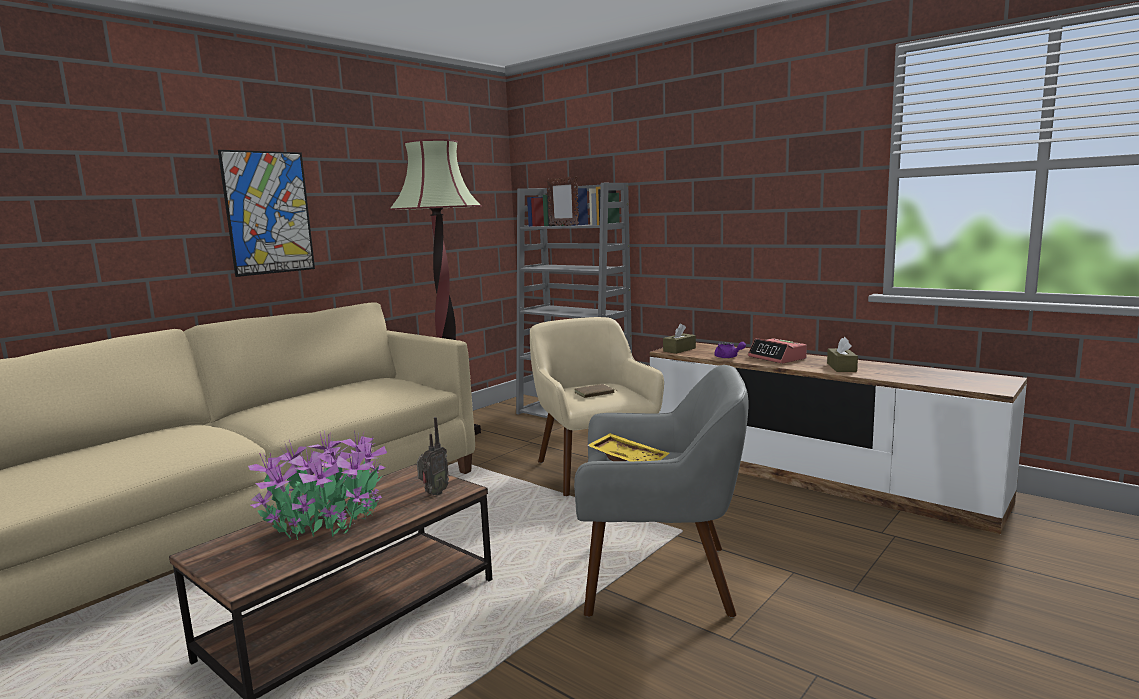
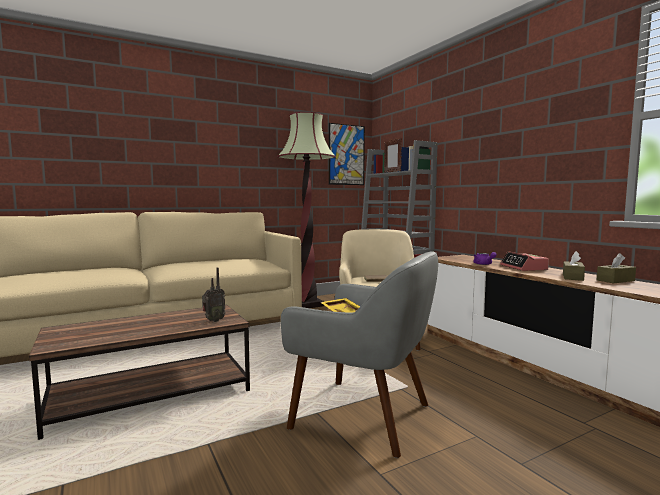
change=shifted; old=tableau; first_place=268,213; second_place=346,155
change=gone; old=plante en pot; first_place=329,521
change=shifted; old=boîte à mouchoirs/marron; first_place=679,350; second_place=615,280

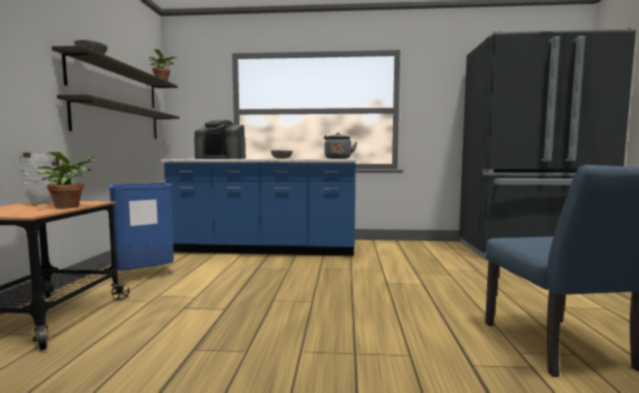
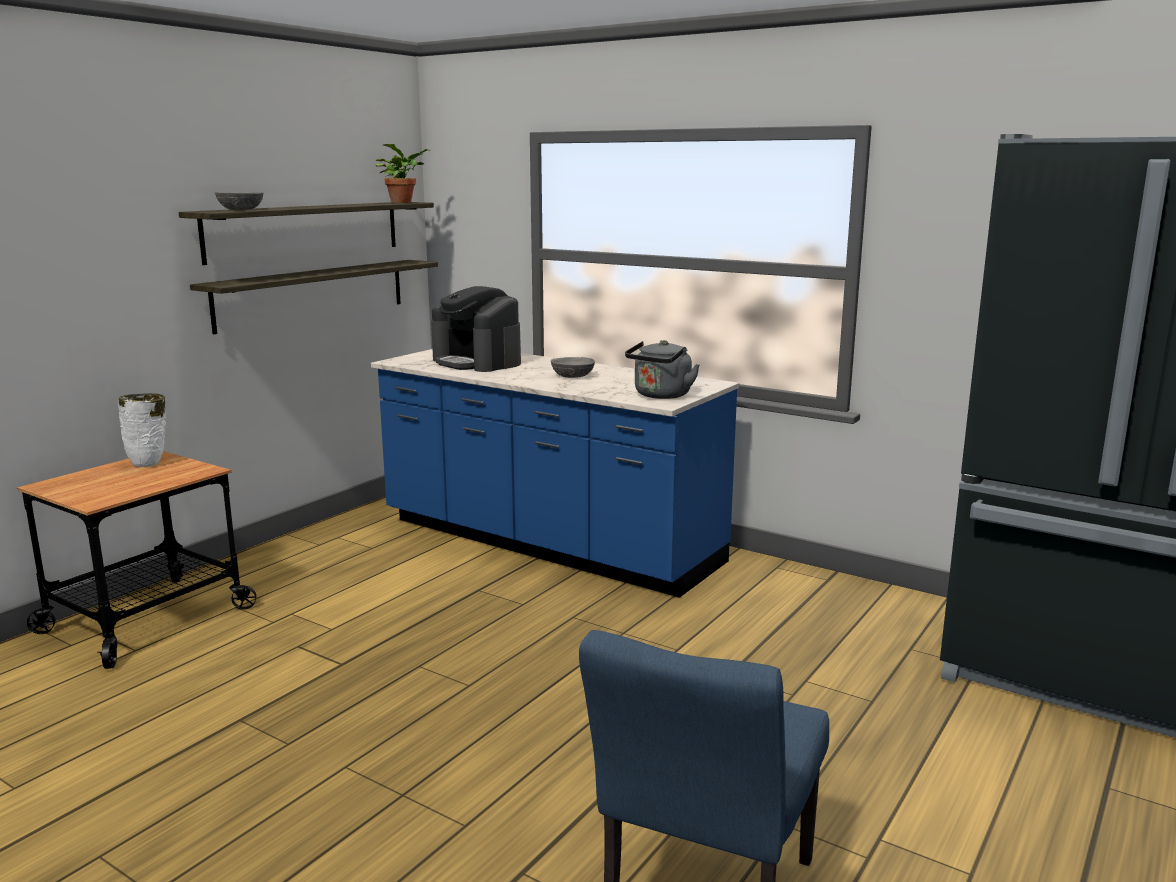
change=gone; old=plante en pot; first_place=69,206
change=gone; old=poubelle/bleu; first_place=145,274

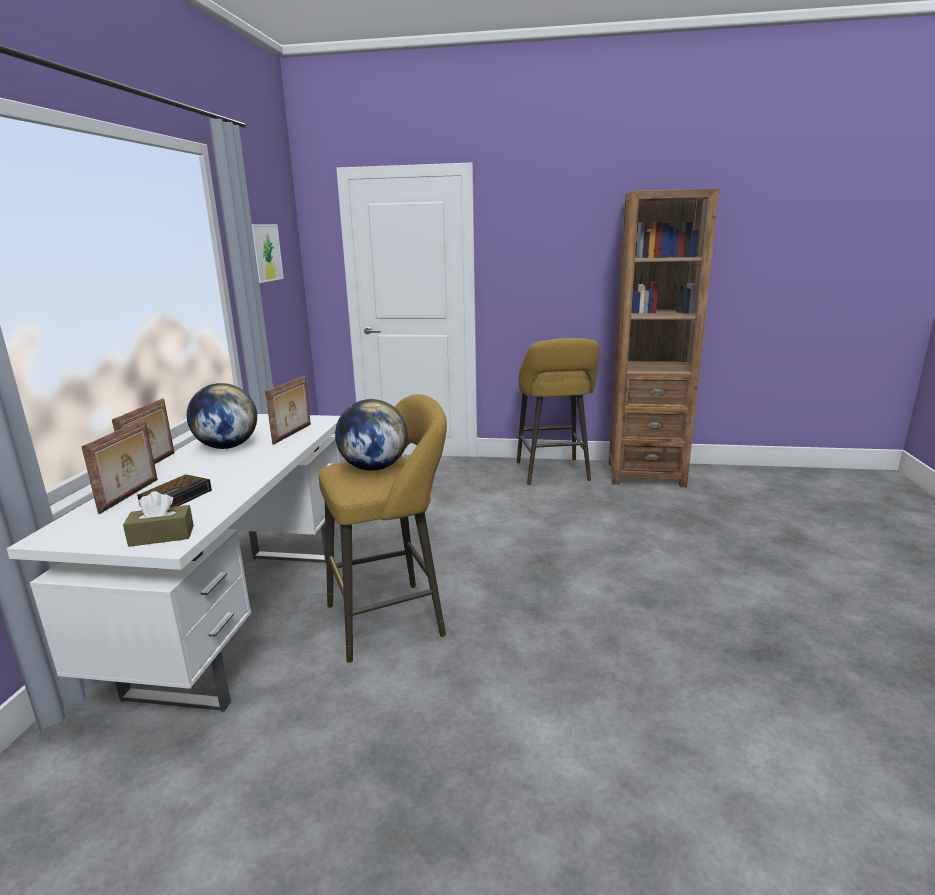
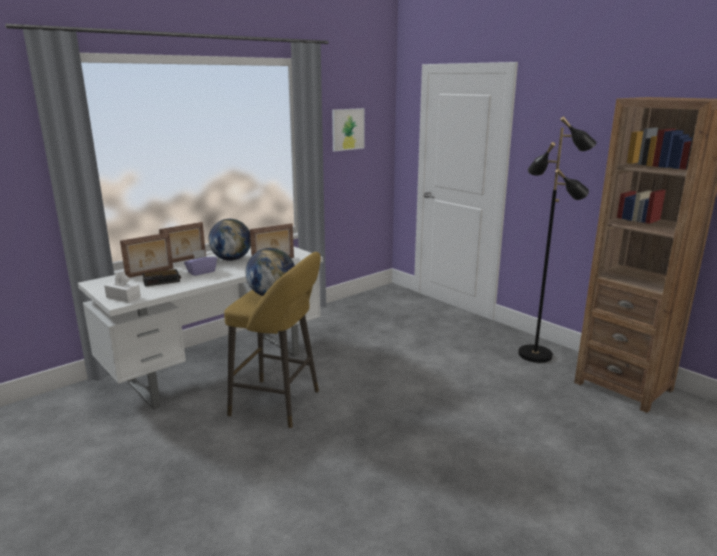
change=repainted; old=boîte à mouchoirs/marron; new=boîte à mouchoirs/blanc; first_place=161,536; second_place=123,297
change=swapped; old=tabouret/jaune; new=lampadaire/noir; first_place=553,473; second_place=535,354
change=new; new=boîte à mouchoirs/violet; second_place=201,272

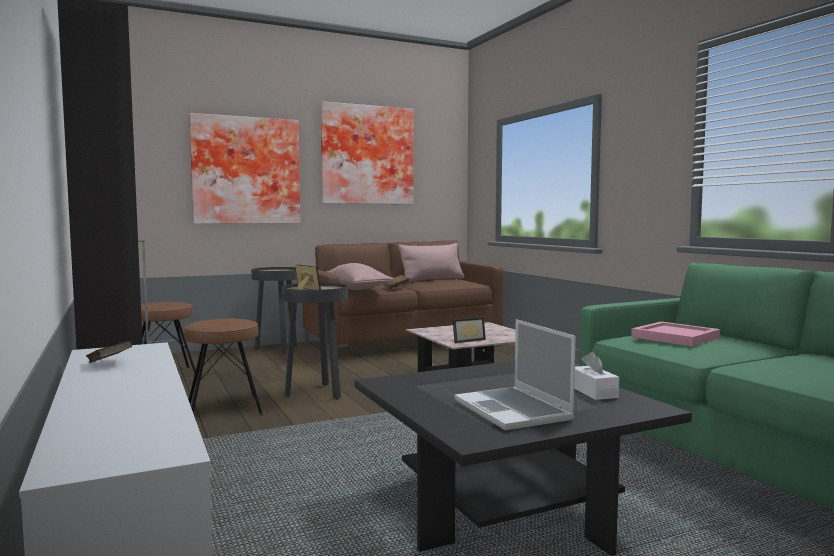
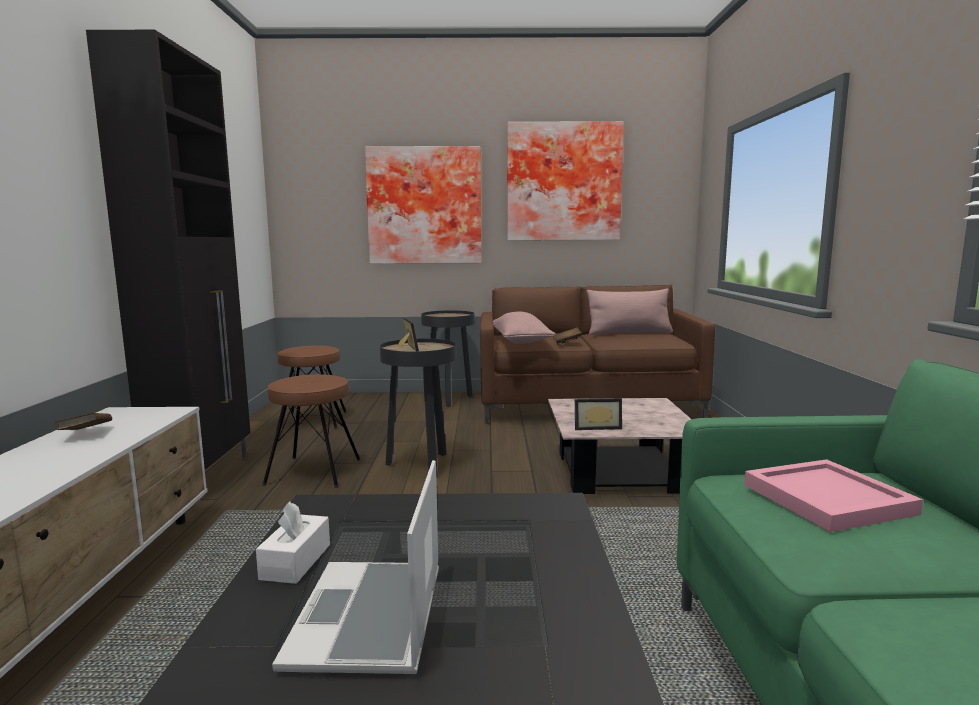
change=shifted; old=boîte à mouchoirs/blanc; first_place=593,392; second_place=296,561

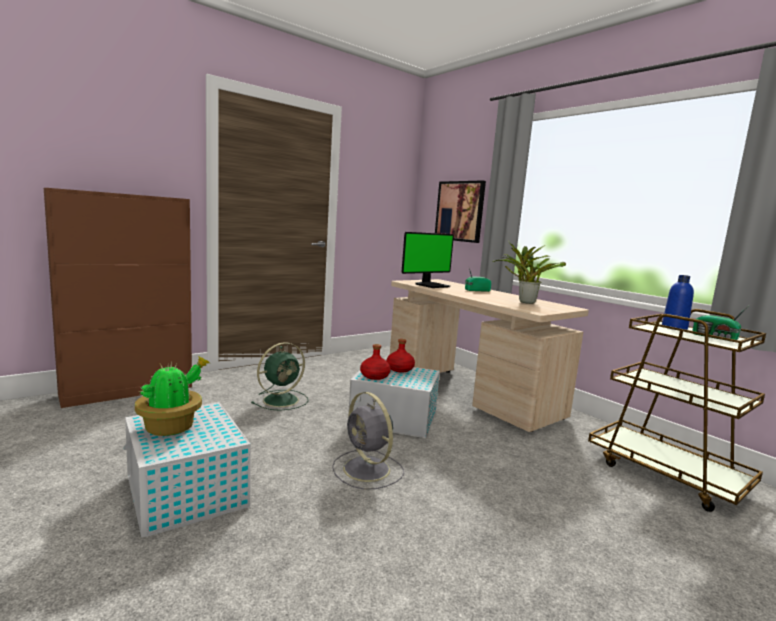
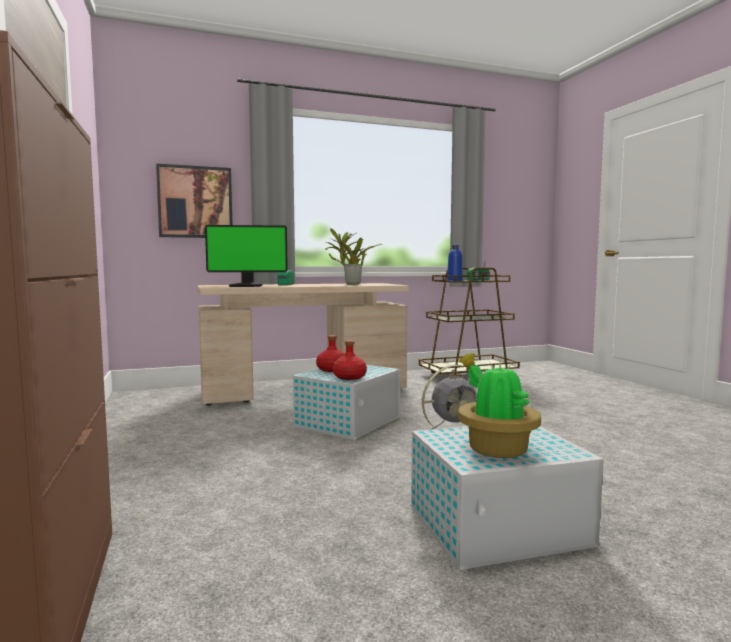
change=gone; old=ventilateur/vert; first_place=282,400
change=rotated; old=écran d'ordinateur; first_place=431,285; second_place=247,286; degrees=105

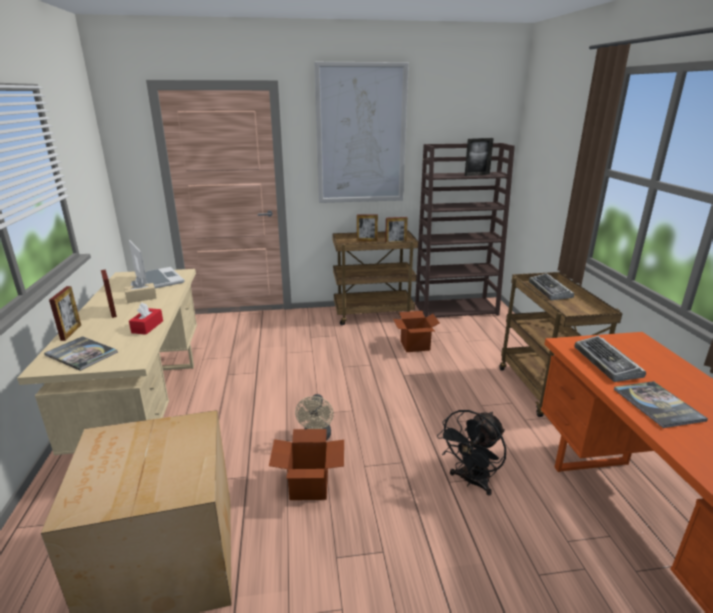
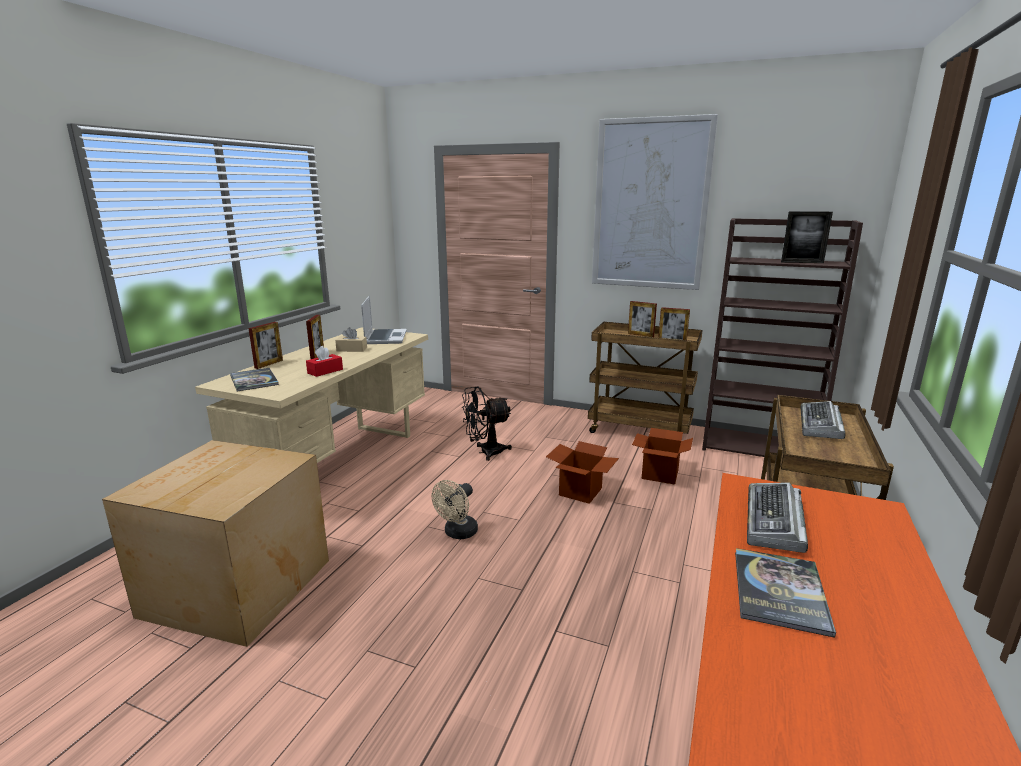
change=shifted; old=carton; first_place=309,485; second_place=580,491
change=shifted; old=ventilateur/noir; first_place=471,481; second_place=485,452

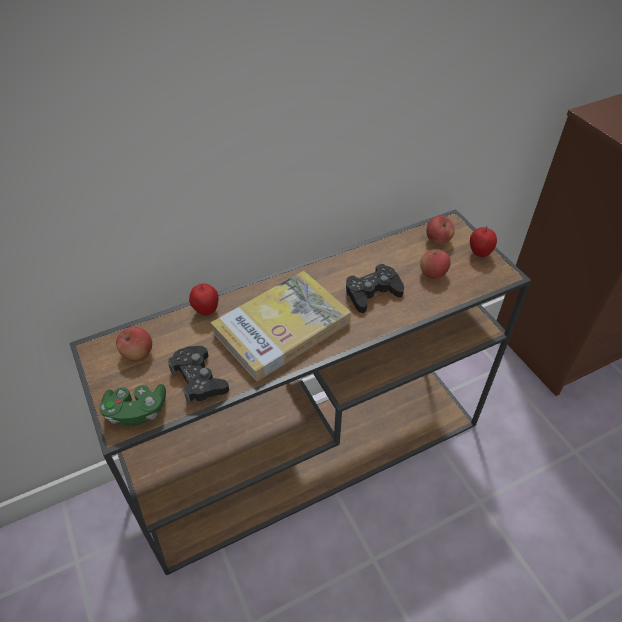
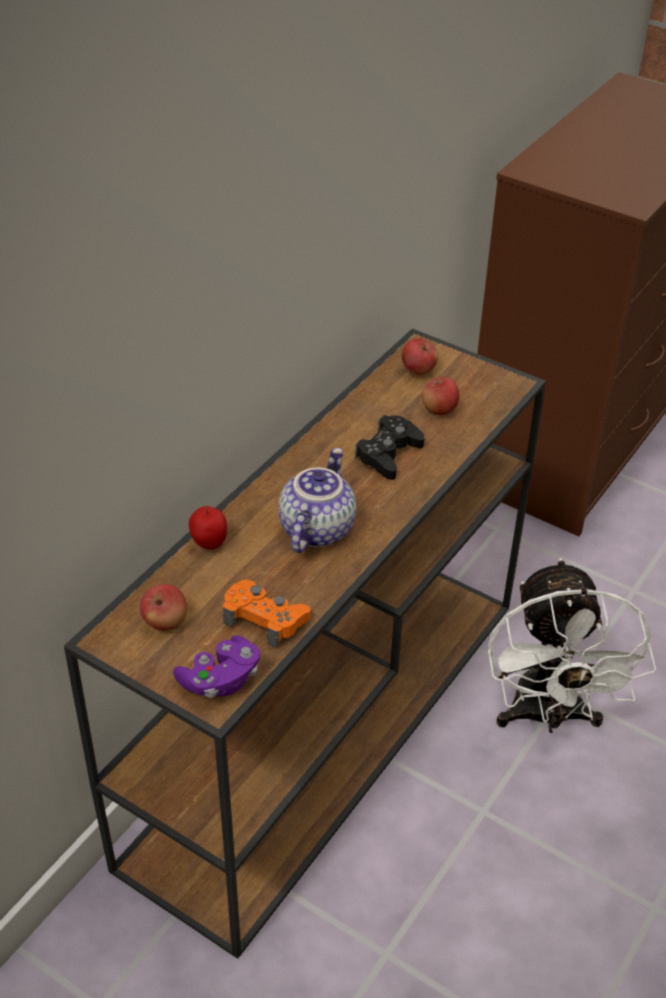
change=repainted; old=manette/vert; new=manette/violet; first_place=136,411; second_place=220,680
change=repainted; old=manette/noir; new=manette/orange; first_place=199,379; second_place=265,618
change=swapped; old=livre; new=théière; first_place=281,327; second_place=315,528
change=gone; old=pomme; first_place=479,253
change=new; new=ventilateur/blanc; second_place=547,717

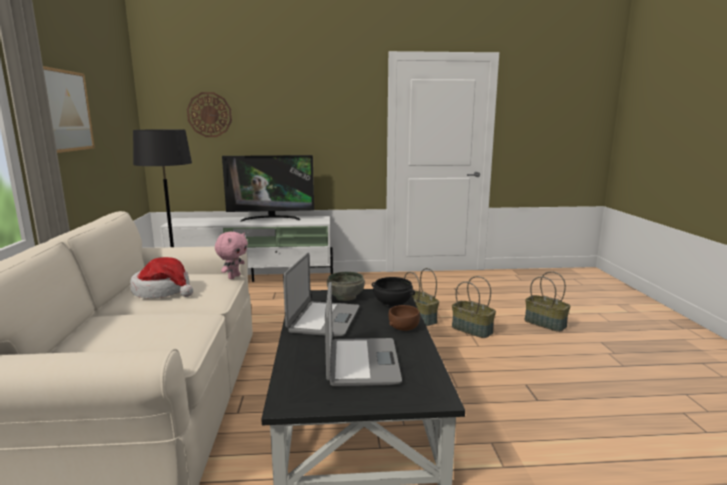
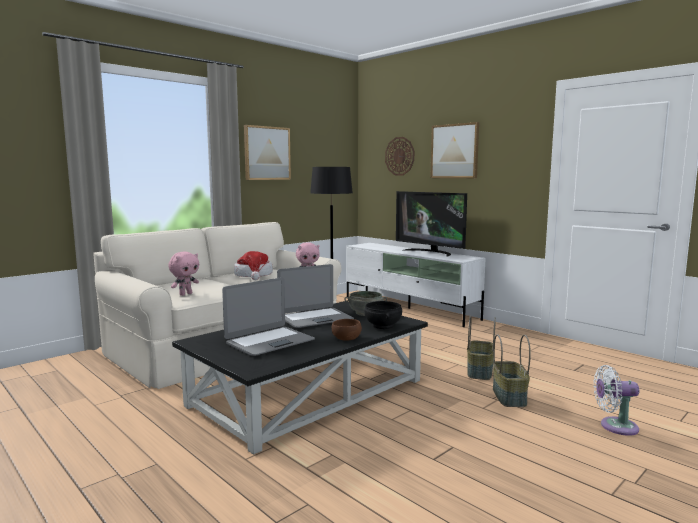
change=swapped; old=panier; new=ventilateur/blanc; first_place=545,323; second_place=615,426
change=new; new=peluche/rose; second_place=185,294
change=new; new=tableau; second_place=454,151

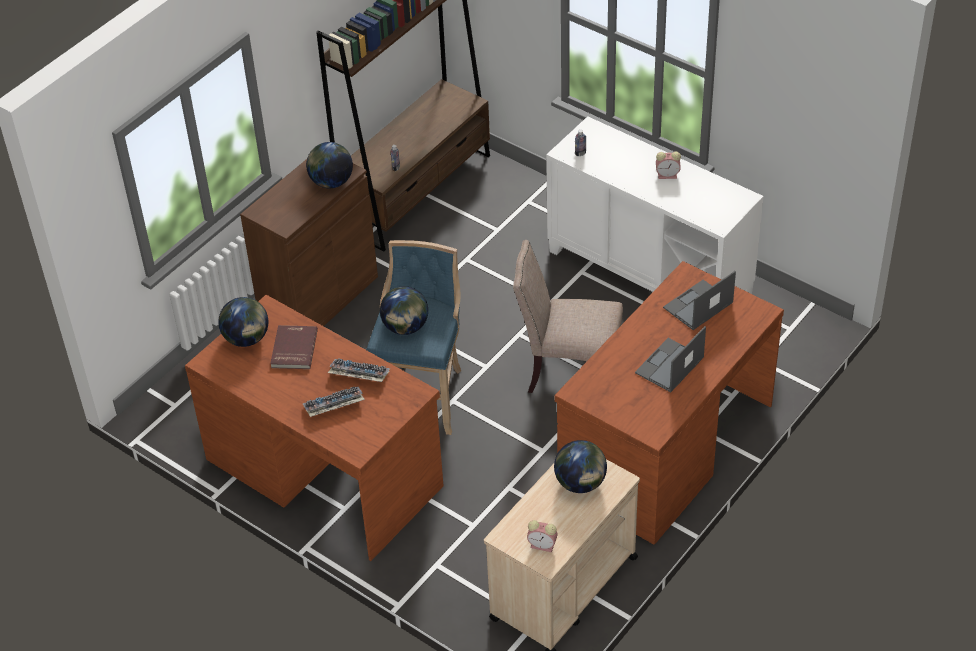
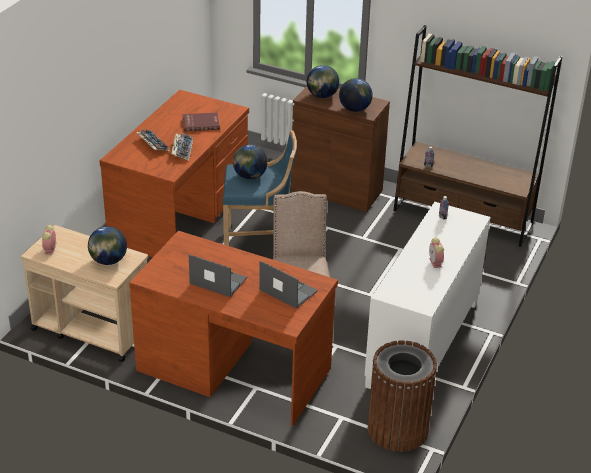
change=shifted; old=globe; first_place=247,338; second_place=322,96
change=new; new=poubelle/marron; second_place=397,429

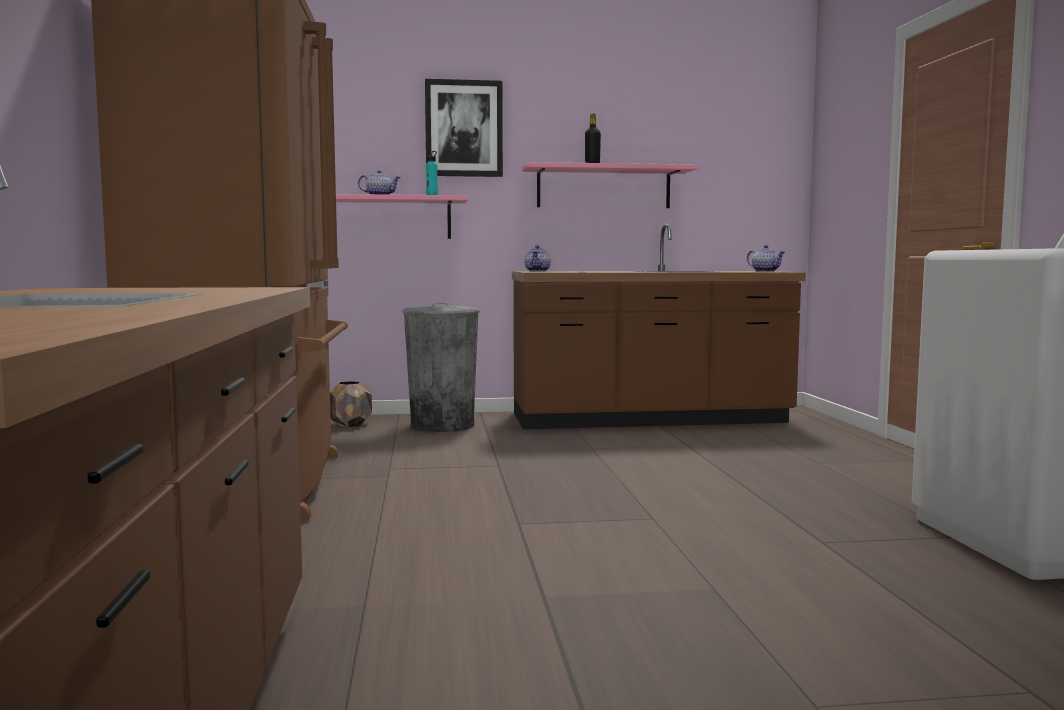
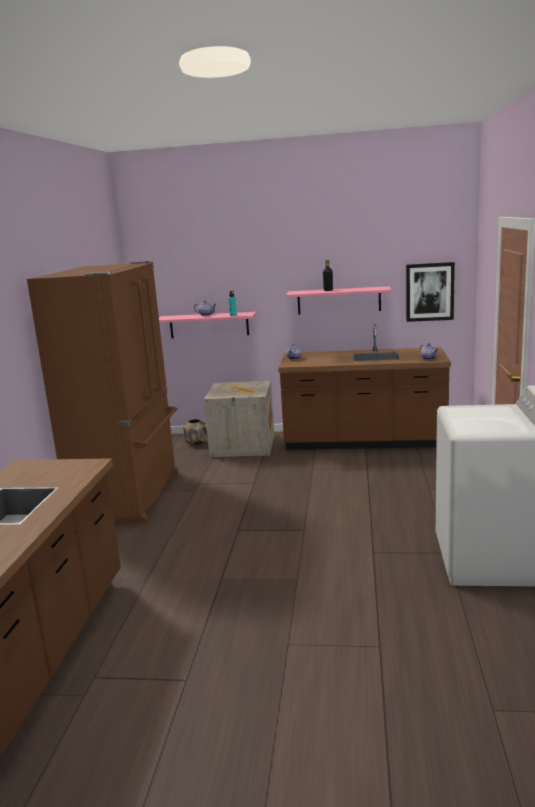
change=swapped; old=poubelle/gris; new=caisse; first_place=442,425; second_place=244,445
change=shifted; old=tableau; first_place=464,128; second_place=429,292

